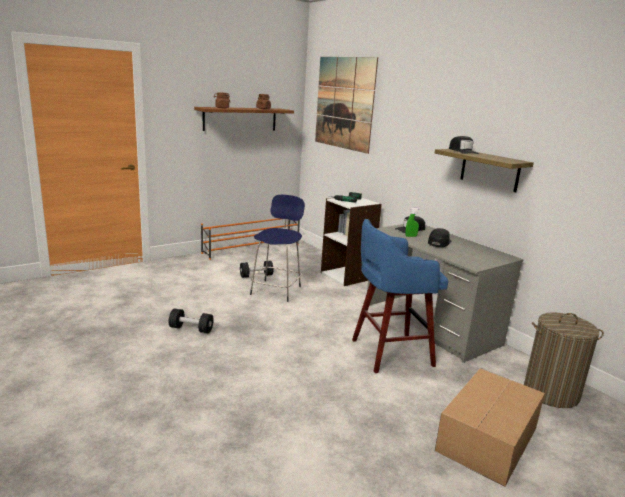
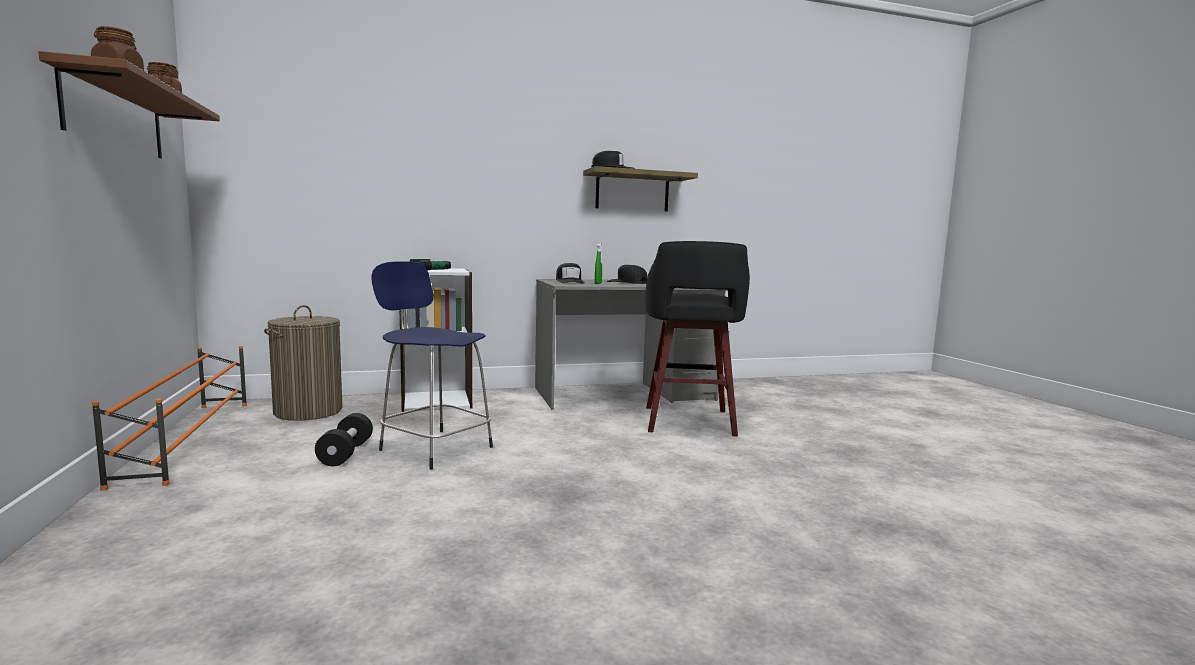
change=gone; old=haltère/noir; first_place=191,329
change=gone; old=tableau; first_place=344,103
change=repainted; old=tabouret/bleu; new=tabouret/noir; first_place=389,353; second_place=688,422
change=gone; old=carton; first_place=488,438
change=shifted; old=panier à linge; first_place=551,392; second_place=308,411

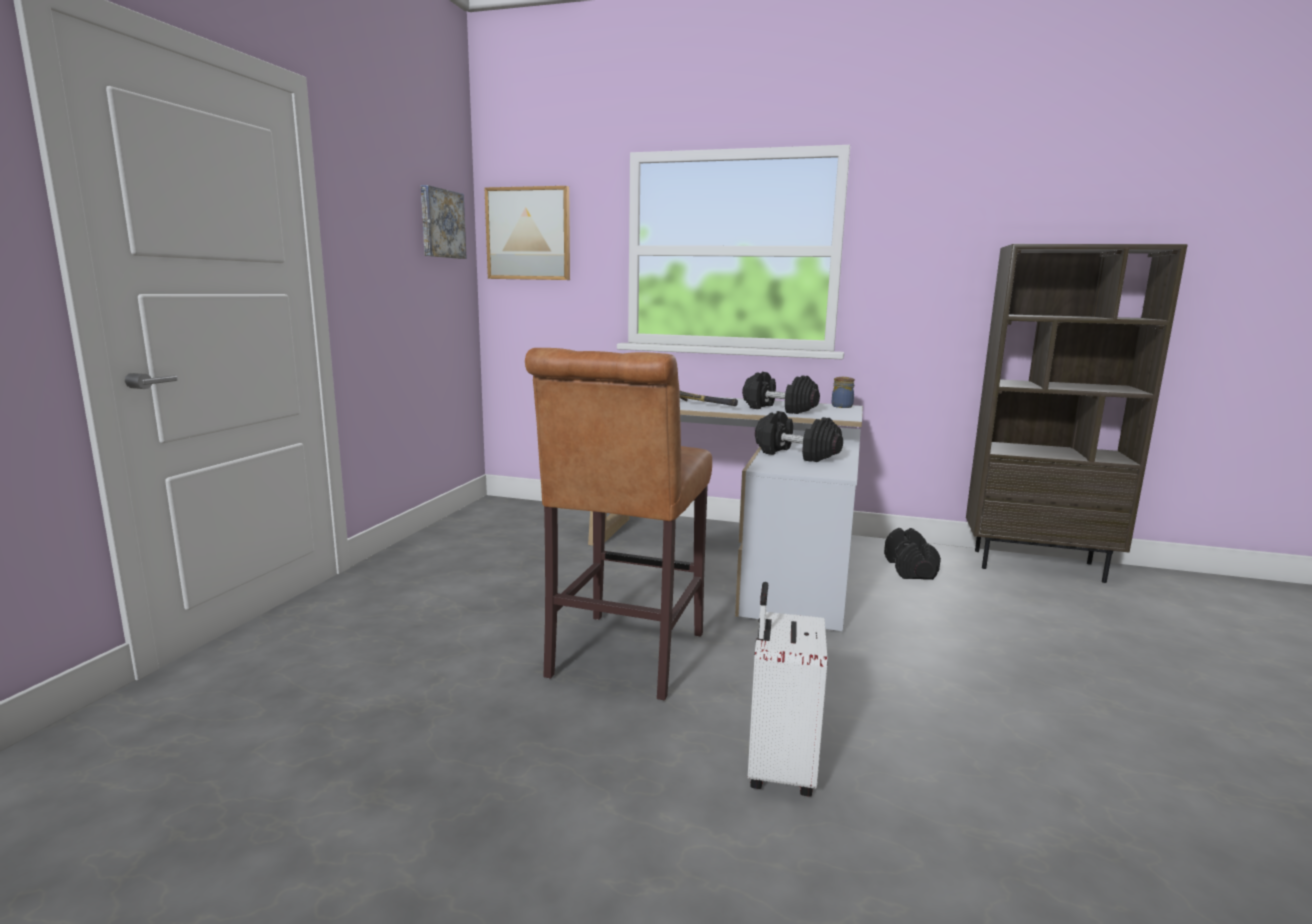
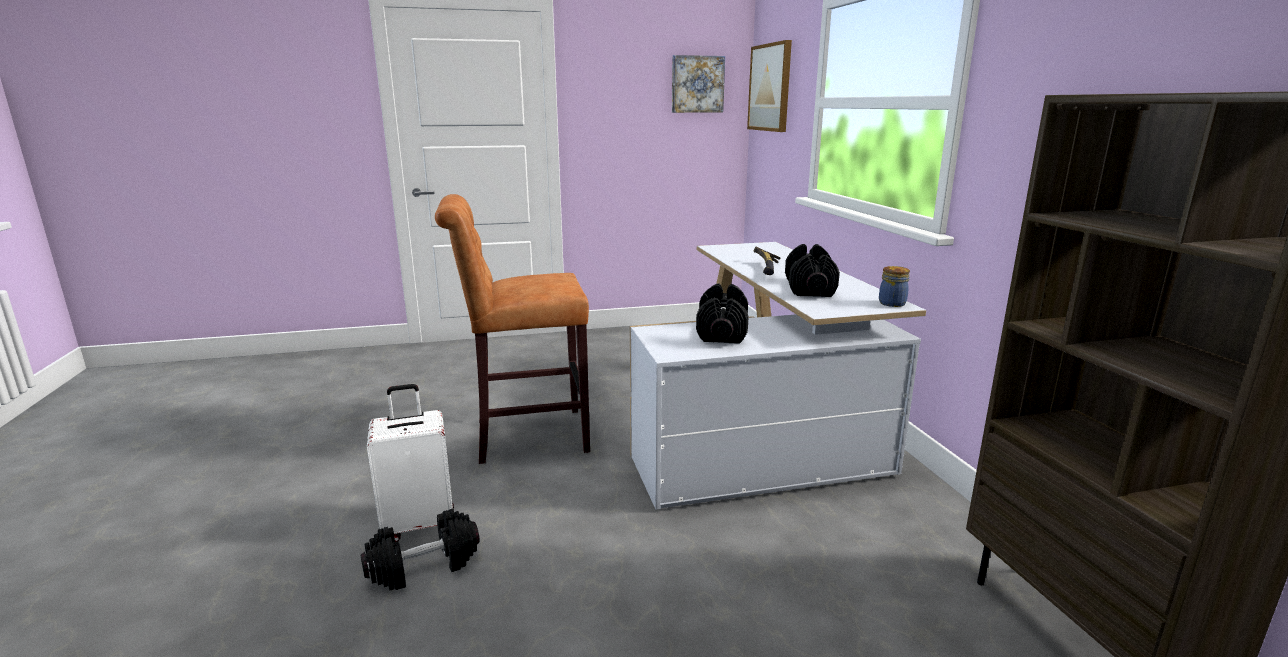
change=shifted; old=haltère/noir; first_place=910,569; second_place=423,567

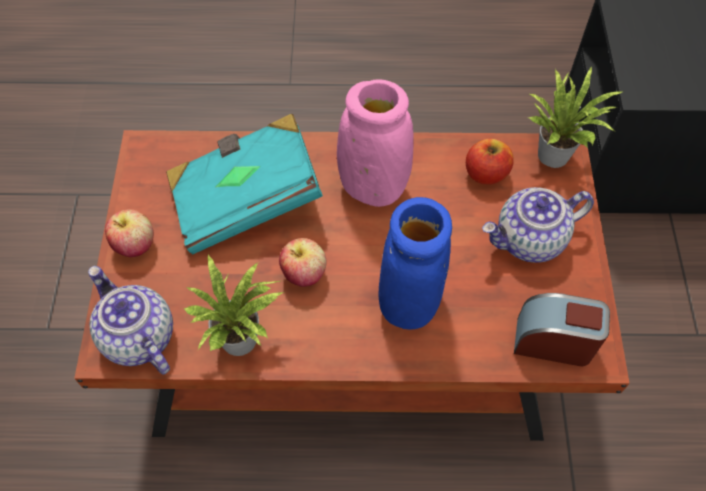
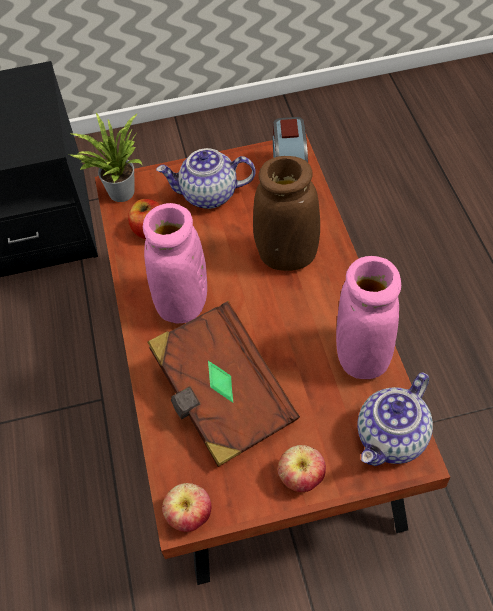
change=repainted; old=livre/turquoise; new=livre/marron; first_place=245,199; second_place=222,398
change=swapped; old=plante en pot; new=vase/rose; first_place=244,340; second_place=362,356
change=shifted; old=pomme; first_place=304,274; second_place=189,516
change=repainted; old=vase/bleu; new=vase/marron; first_place=409,301; second_place=287,256
change=rotated; old=théière; first_place=529,240; second_place=208,195; degrees=120

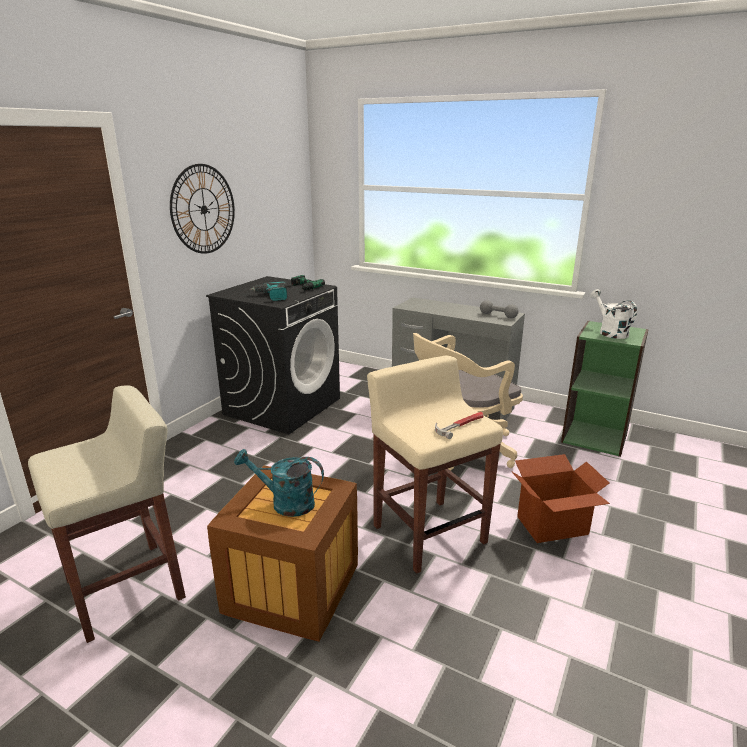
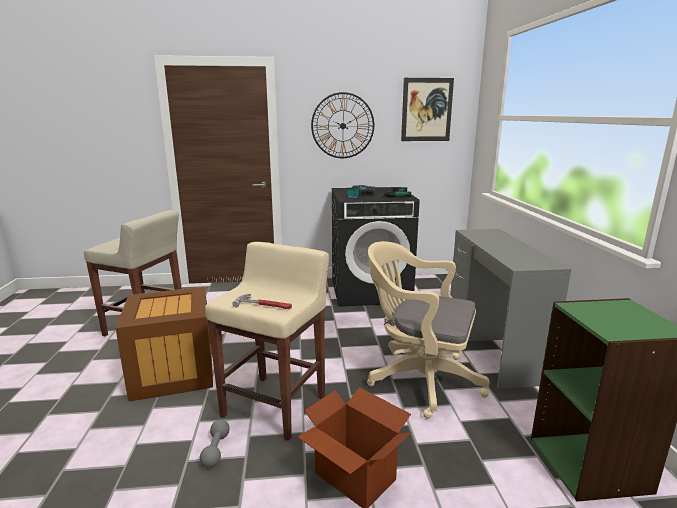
change=gone; old=arrosoir/turquoise; first_place=285,503
change=shifted; old=haltère/gris; first_place=498,315; second_place=216,450
change=gone; old=arrosoir/blanc; first_place=609,332
change=new; new=tableau; second_place=426,110

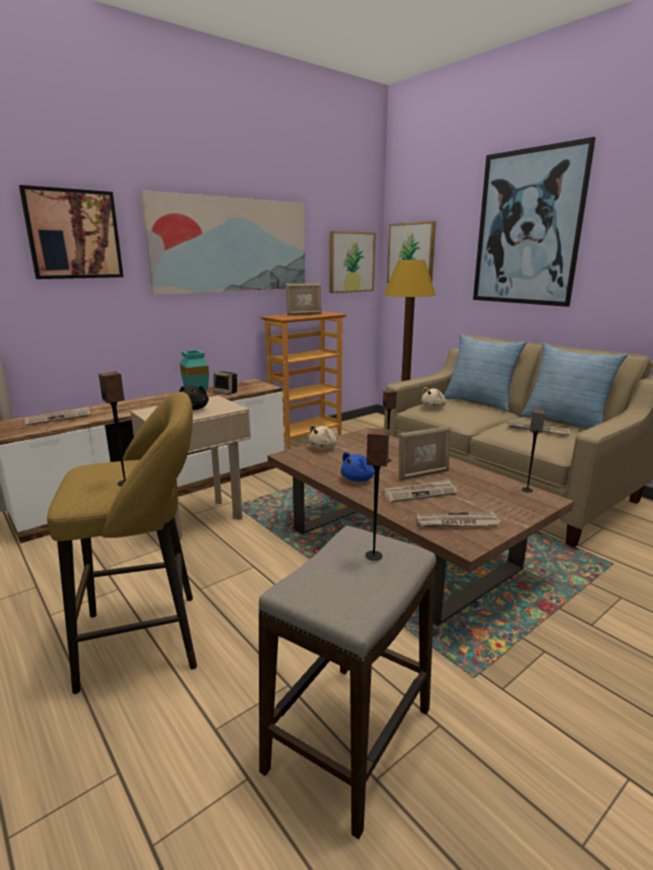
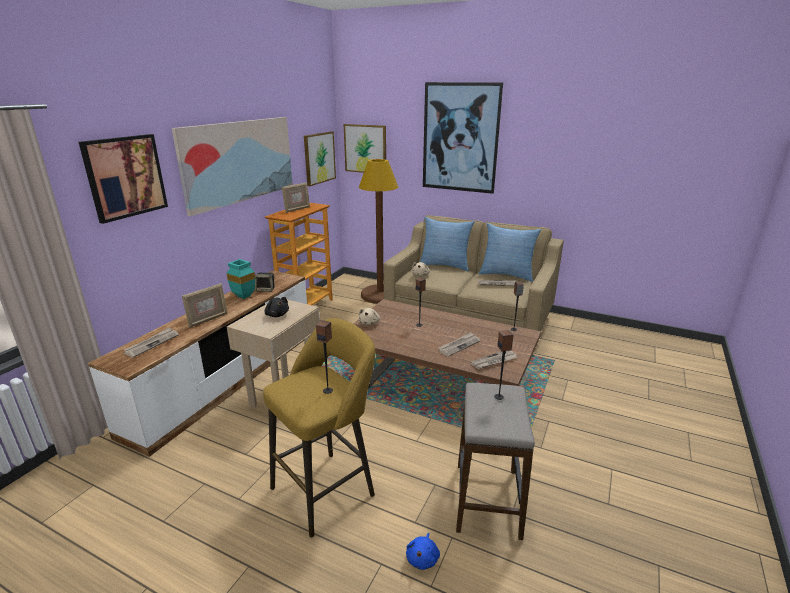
change=shifted; old=peluche/bleu; first_place=358,479; second_place=423,558
change=shifted; old=cadre photo; first_place=422,475; second_place=208,320

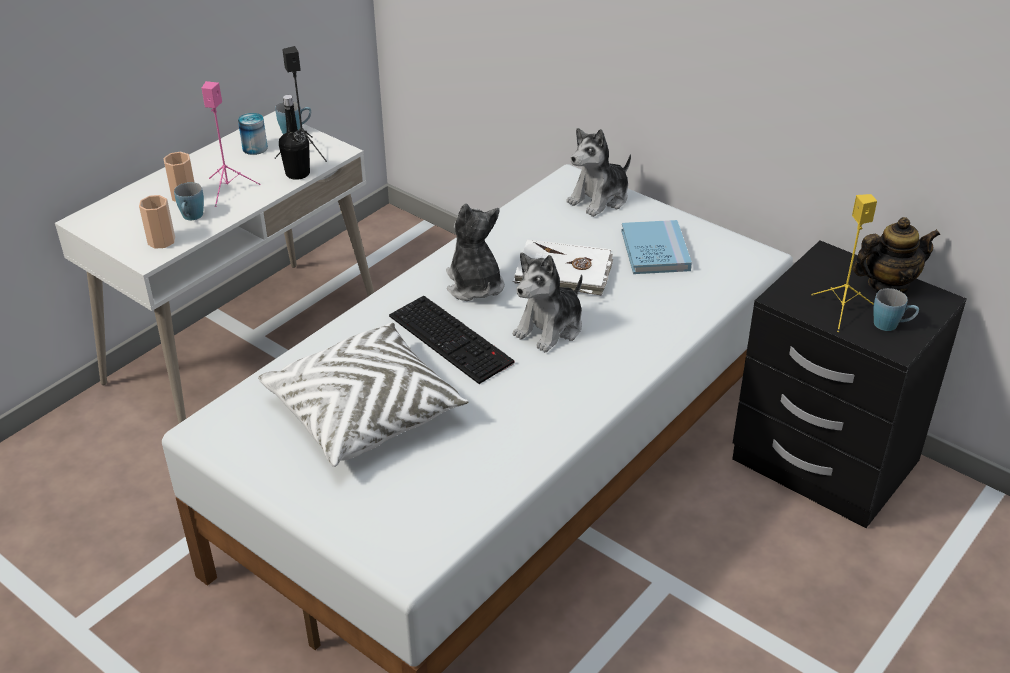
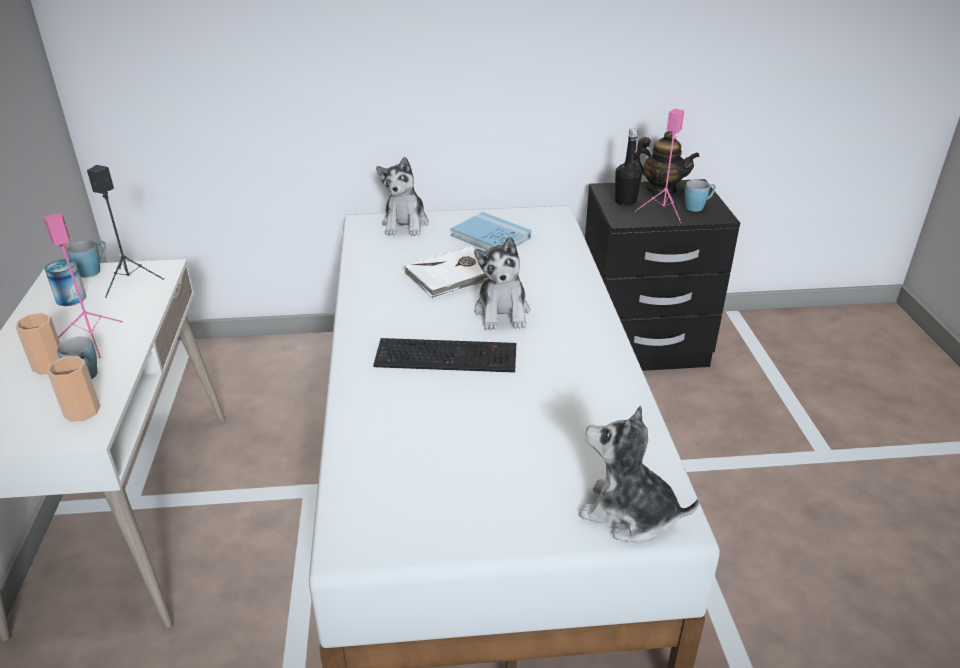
change=gone; old=coussin/blanc; first_place=365,411
change=shifted; old=bouteille/noir; first_place=297,173; second_place=625,202
change=shifted; old=peluche; first_place=474,285; second_place=628,514
change=repainted; old=enceinte/jaune; new=enceinte/rose; first_place=841,311; second_place=663,211
change=rotated; old=théière; first_place=888,285; second_place=661,189; degrees=90

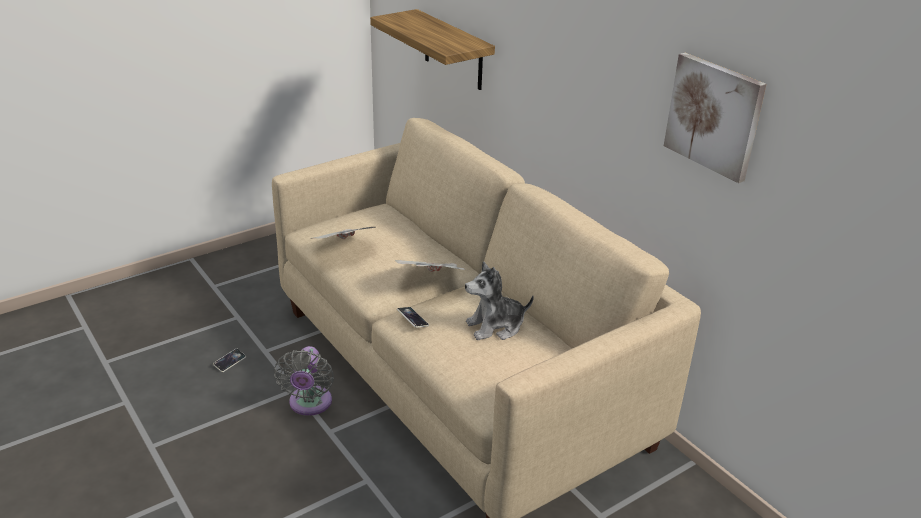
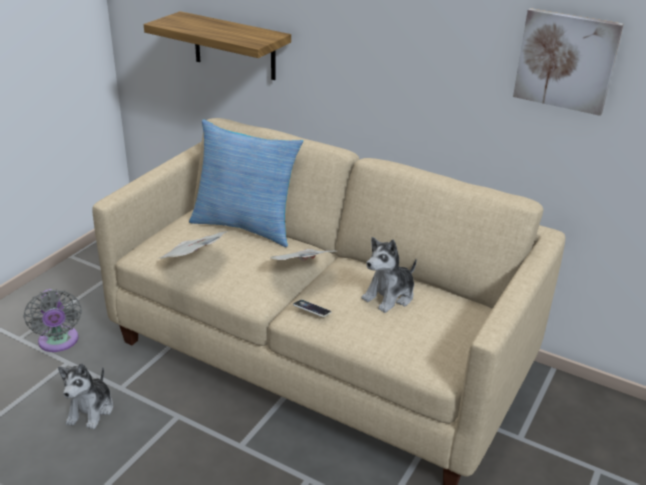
change=swapped; old=téléphone; new=peluche; first_place=229,362; second_place=91,410
change=shifted; old=ventilateur/gris; first_place=309,404; second_place=59,342
change=new; new=coussin; second_place=245,226

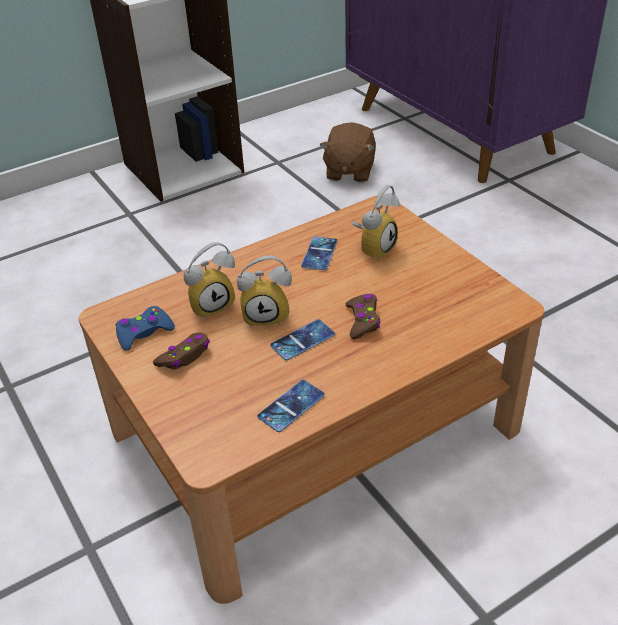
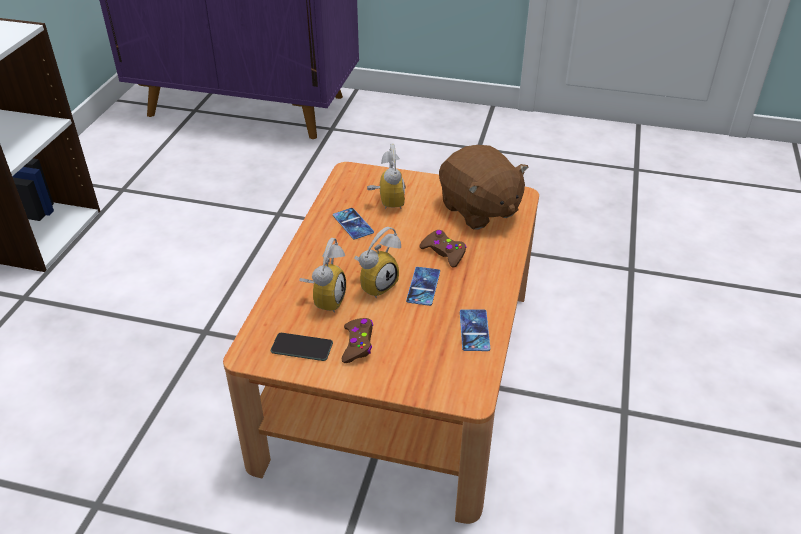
change=swapped; old=manette/bleu; new=téléphone; first_place=144,333; second_place=302,347
change=shifted; old=peluche/marron; first_place=349,171; second_place=479,210

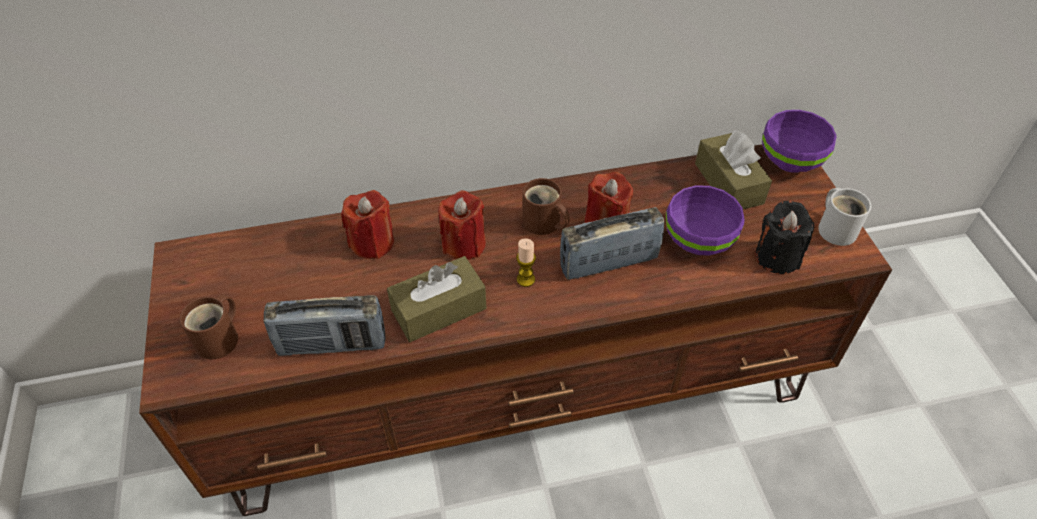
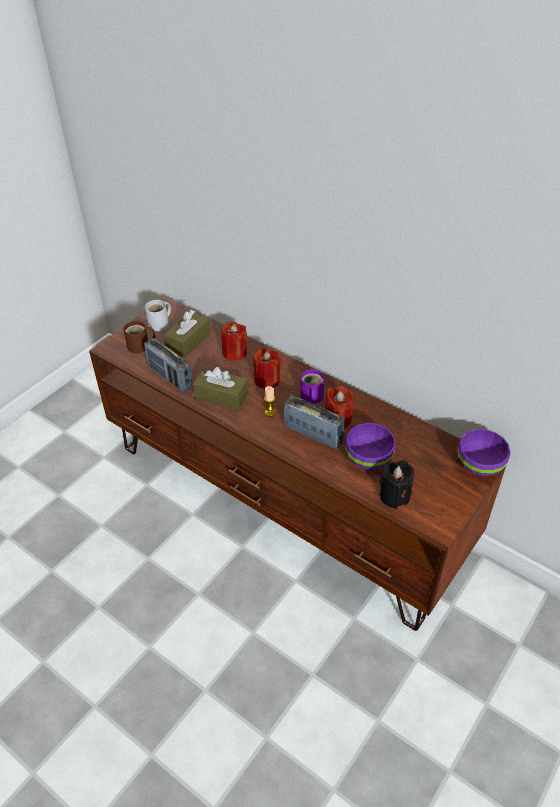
change=repainted; old=mug/marron; new=mug/violet; first_place=543,224; second_place=311,398
change=shifted; old=boîte à mouchoirs/marron; first_place=728,183; second_place=188,341
change=shifted; old=mug/blanc; first_place=837,228; second_place=160,324

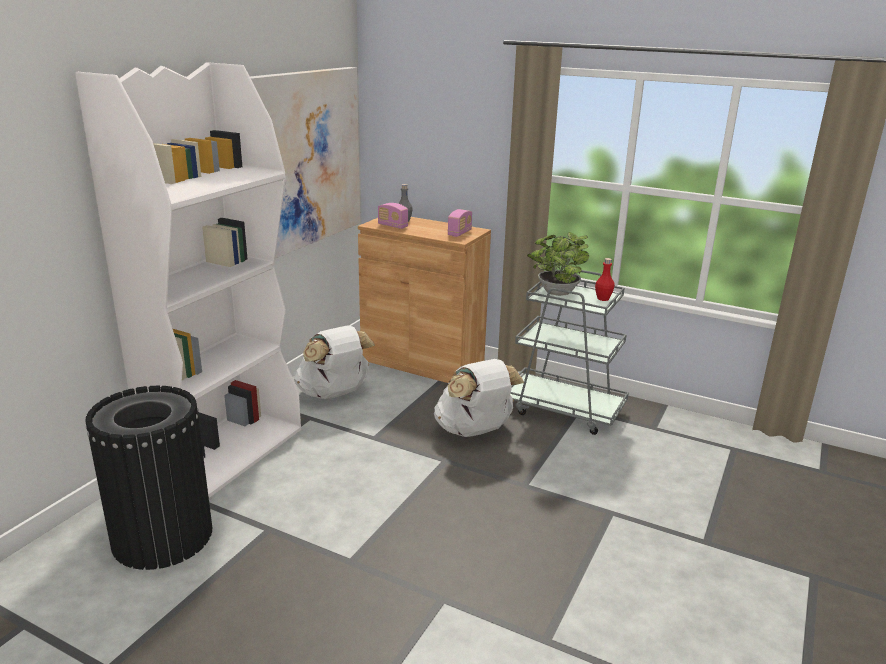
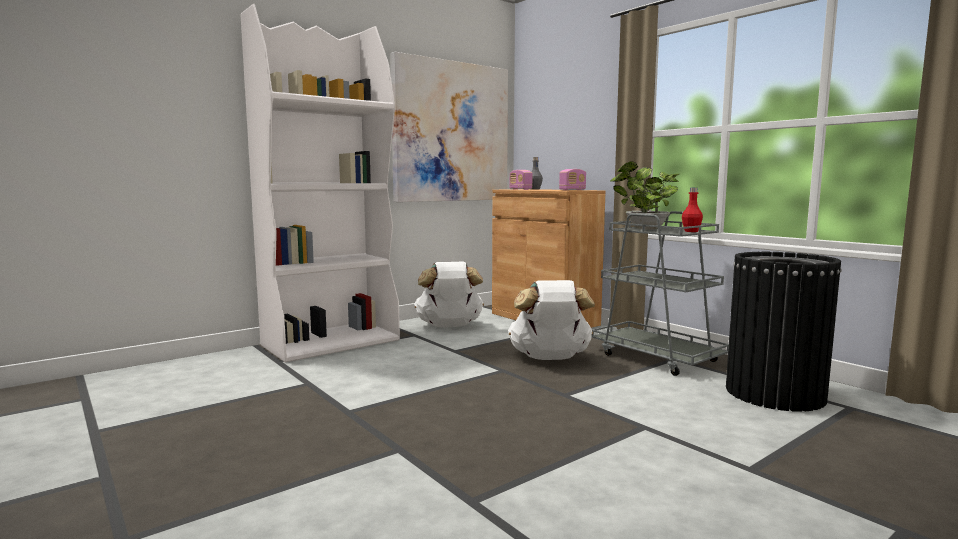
change=shifted; old=poubelle/noir; first_place=163,536; second_place=775,393

